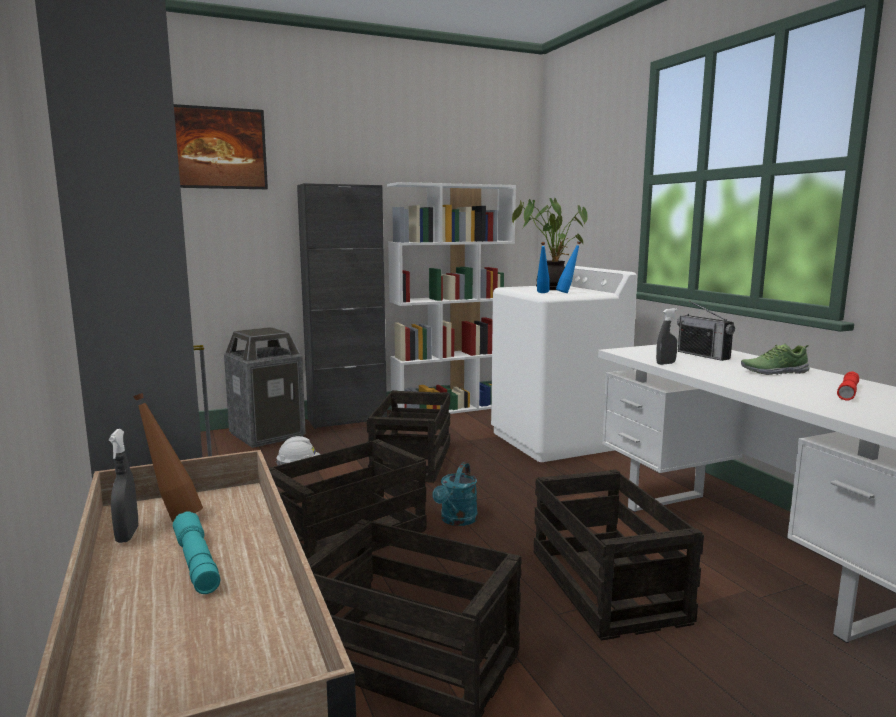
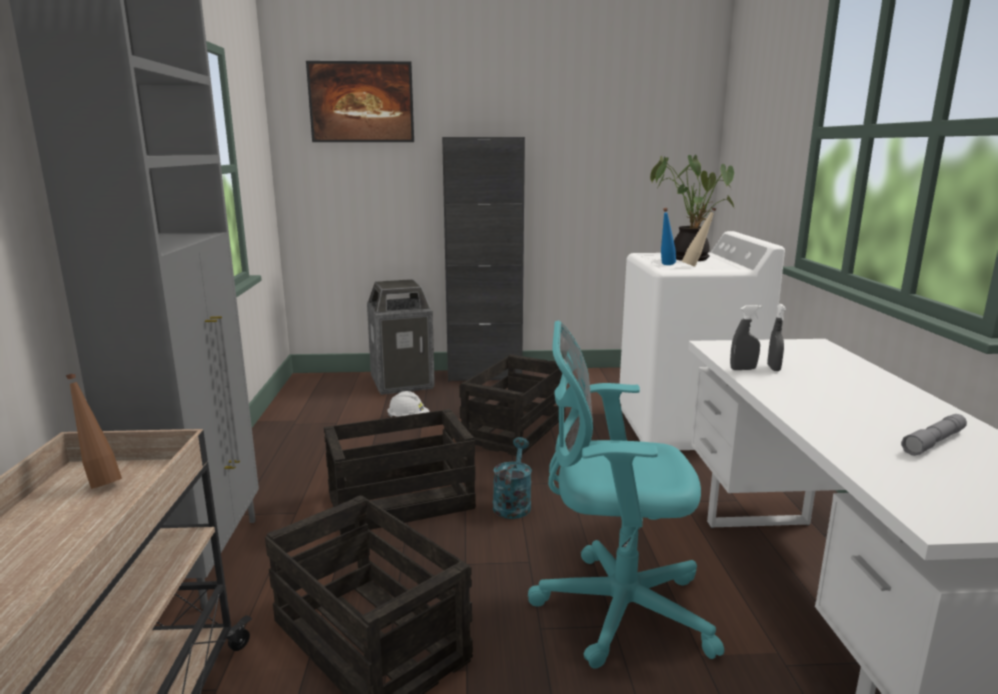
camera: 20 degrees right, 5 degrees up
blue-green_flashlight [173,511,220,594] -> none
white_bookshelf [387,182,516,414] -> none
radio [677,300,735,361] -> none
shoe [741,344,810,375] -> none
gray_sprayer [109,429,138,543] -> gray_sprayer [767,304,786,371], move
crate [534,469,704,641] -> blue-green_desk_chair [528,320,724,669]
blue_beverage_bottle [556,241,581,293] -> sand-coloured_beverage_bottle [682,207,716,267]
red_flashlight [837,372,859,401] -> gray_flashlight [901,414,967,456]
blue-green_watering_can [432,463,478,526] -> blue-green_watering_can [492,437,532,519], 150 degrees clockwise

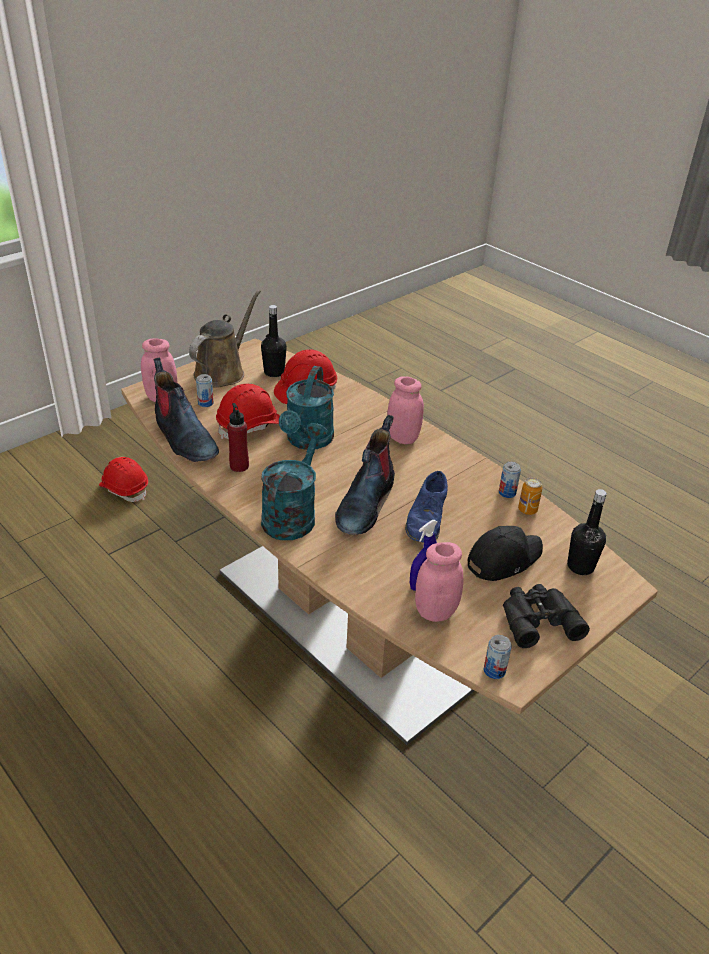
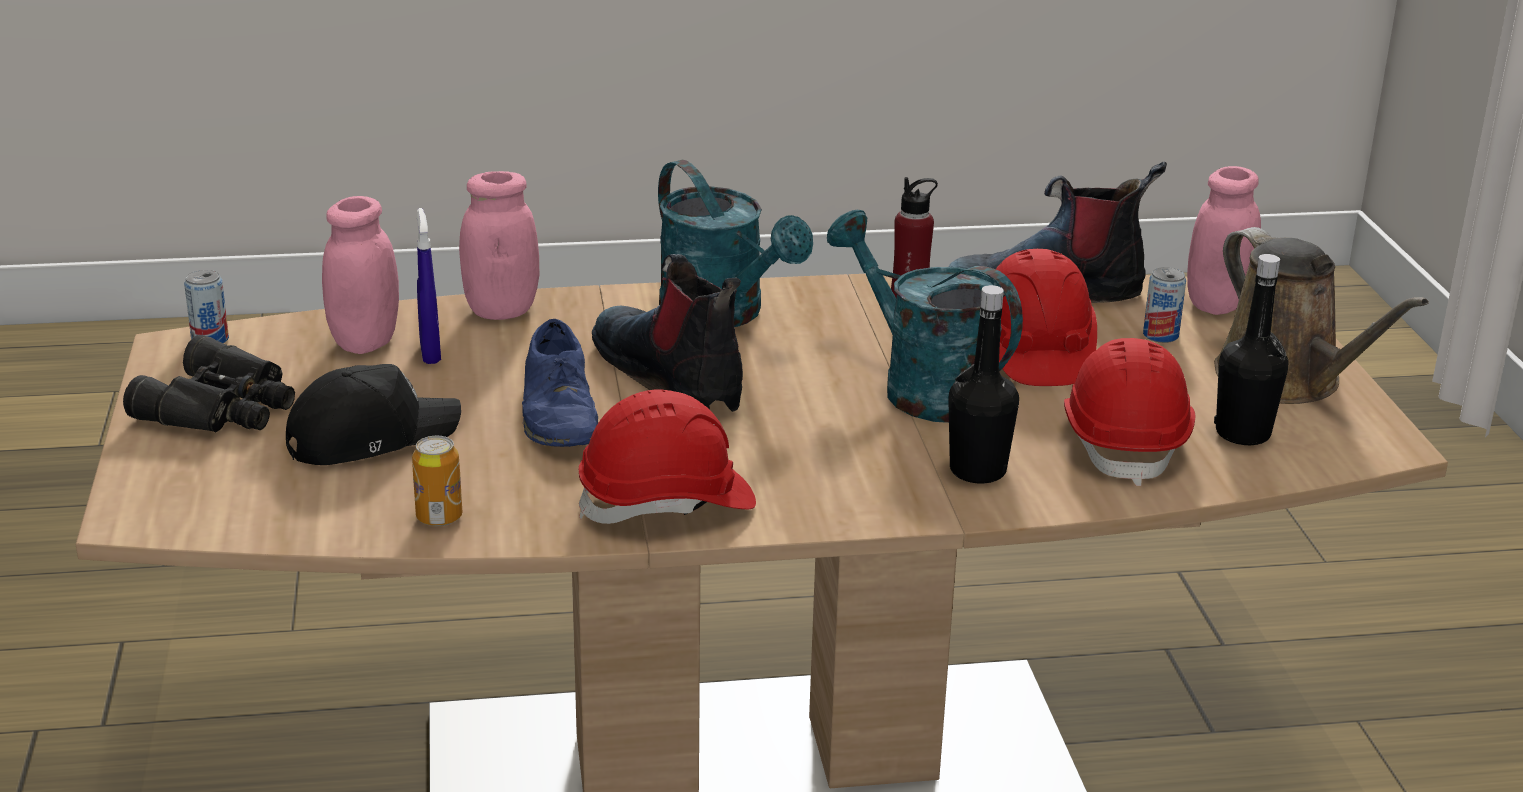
camera: 125 degrees right, 10 degrees down
sealed_can [499,462,521,498] -> none
red_hard_hat [99,457,148,502] -> red_hard_hat [579,390,756,524], move
pink-coloured_jar [387,376,424,444] -> pink-coloured_jar [459,171,539,320], move
black-coloured_beverage_bottle [567,489,607,575] -> black-coloured_beverage_bottle [948,285,1019,483], move
blue_shoe [405,471,448,543] -> blue_shoe [522,319,598,447], 150 degrees counterclockwise
black-coloured_peaked_cap [468,526,543,581] -> black-coloured_peaked_cap [286,364,461,465], 120 degrees counterclockwise

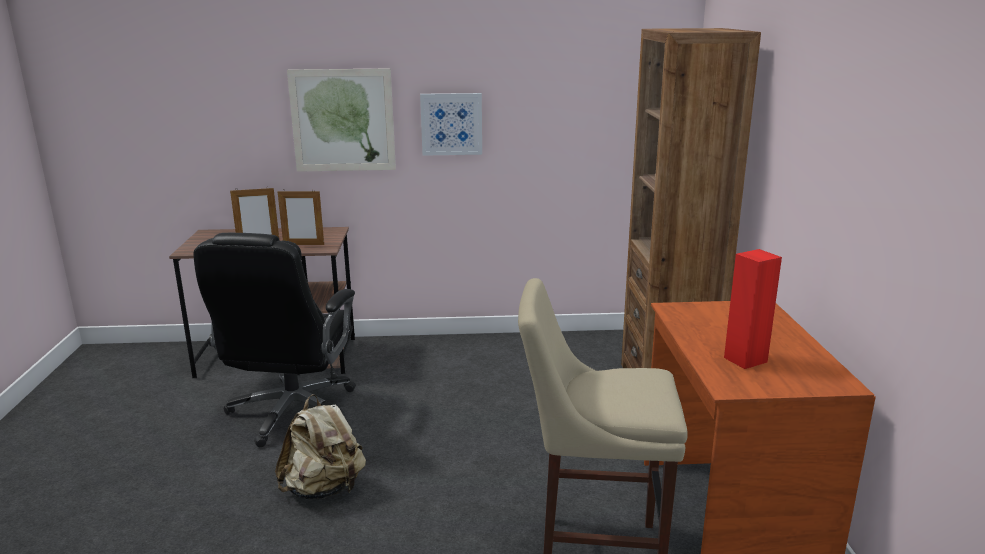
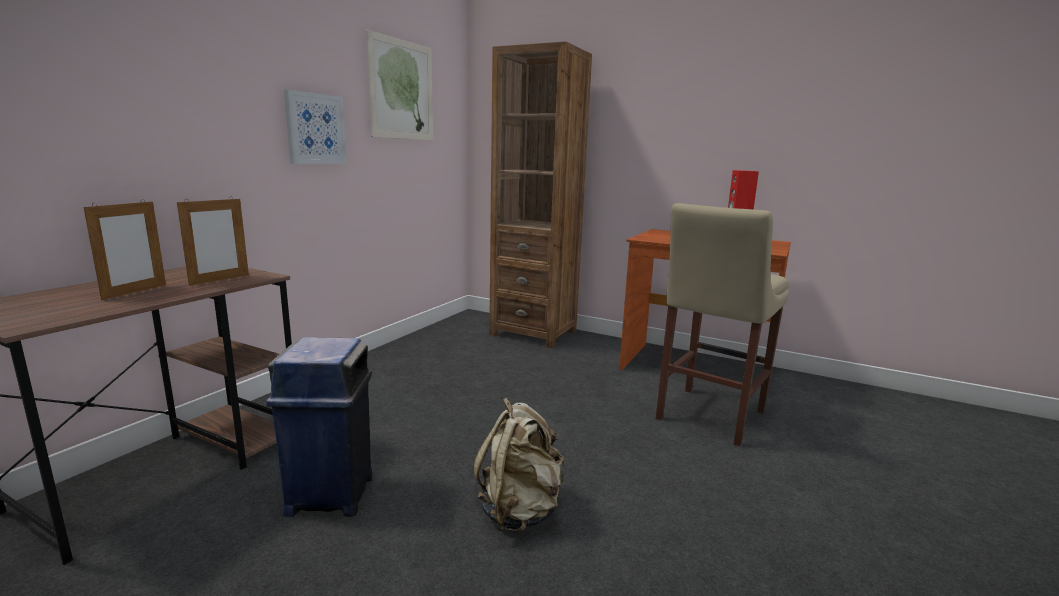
camera: 60 degrees left, 5 degrees down
picture [287,69,396,172] -> picture [366,30,433,140], move
black-coloured_desk_chair [193,233,356,447] -> blue_waste_bin [266,337,372,517]

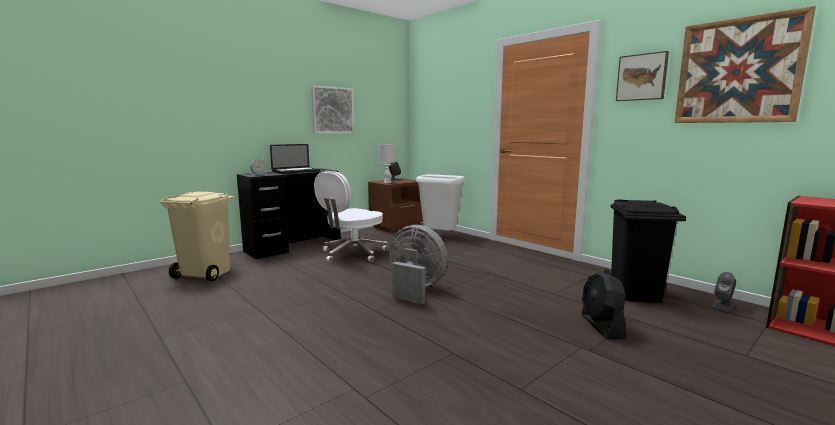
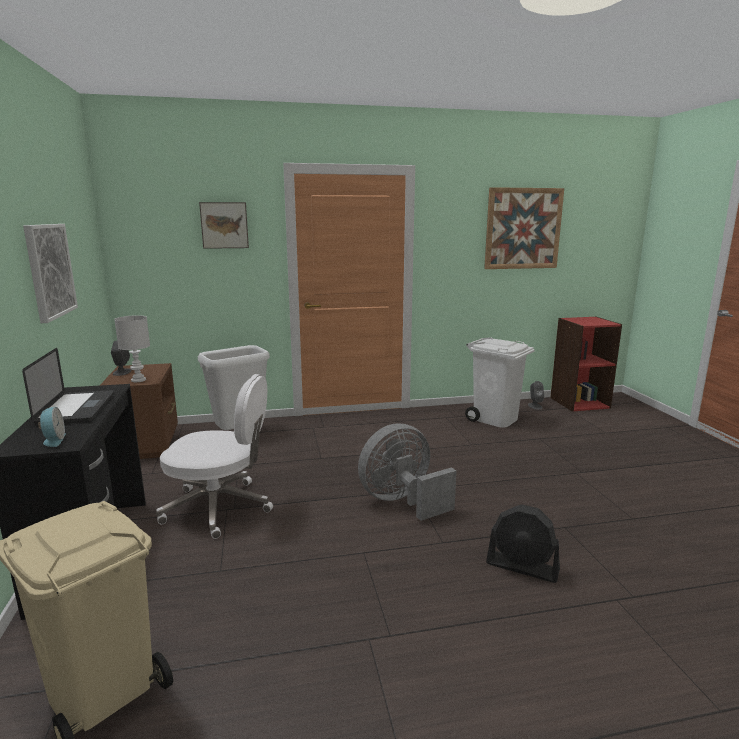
camera: 60 degrees left, 5 degrees up
black-coloured_cooling_fan [581,271,626,339] -> black-coloured_cooling_fan [486,505,560,583], move
picture [616,51,669,101] -> picture [199,202,249,249], move
black-coloured_waste_bin [604,200,686,303] -> white_waste_bin [465,337,535,428]
white_desk_chair [314,171,388,262] -> white_desk_chair [156,374,273,539], 60 degrees counterclockwise

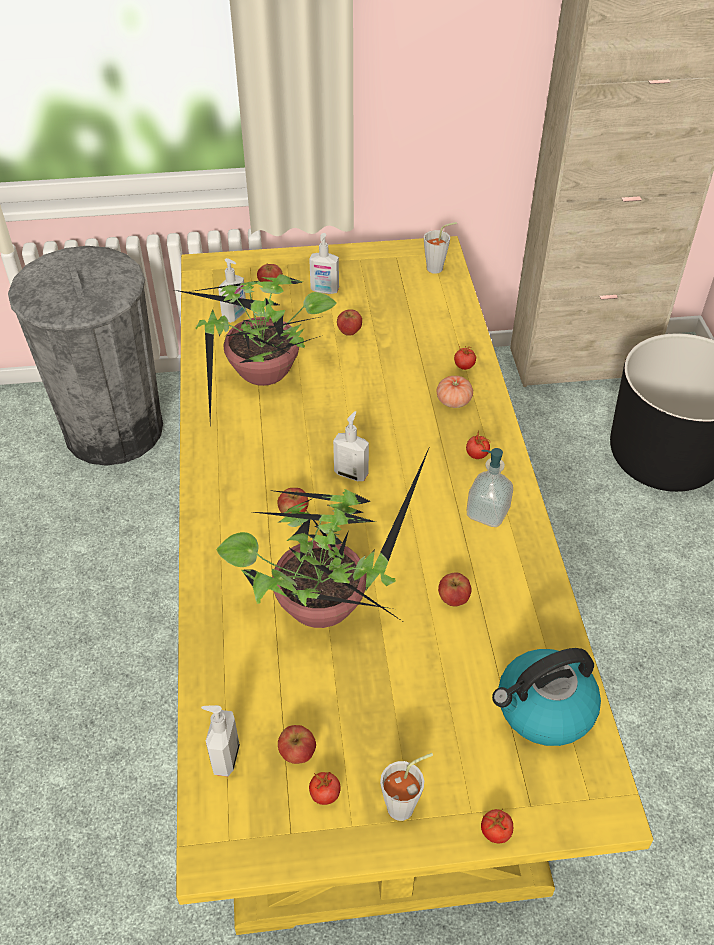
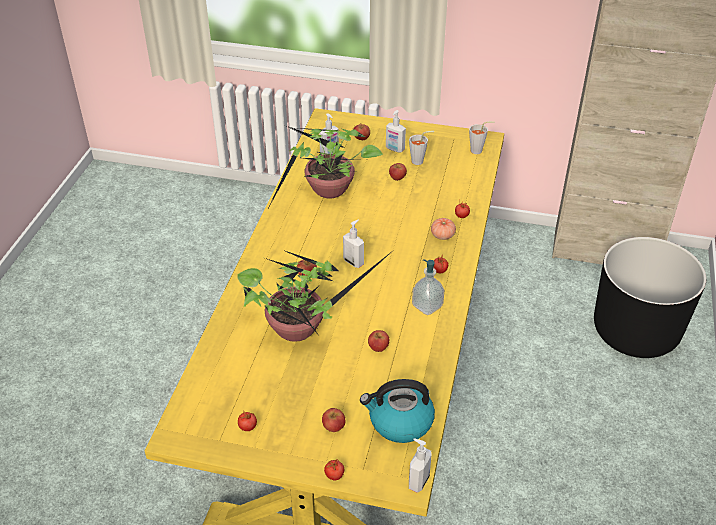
camera: 20 degrees right, 5 degrees down
gray_waste_bin [8,246,163,466] -> none
soap_bottle [201,705,240,777] -> soap_bottle [409,439,431,493], move
apple_fruit [278,725,316,764] -> apple_fruit [322,408,345,432], move
gray_drinking_cup [380,753,433,821] -> gray_drinking_cup [409,131,434,165], move

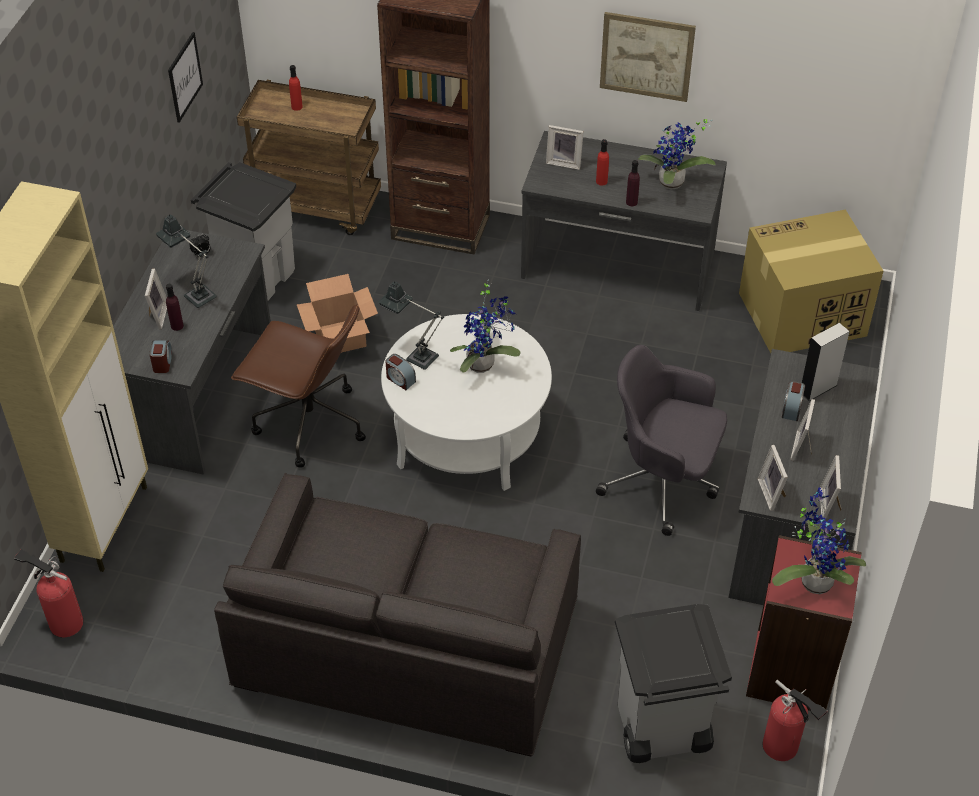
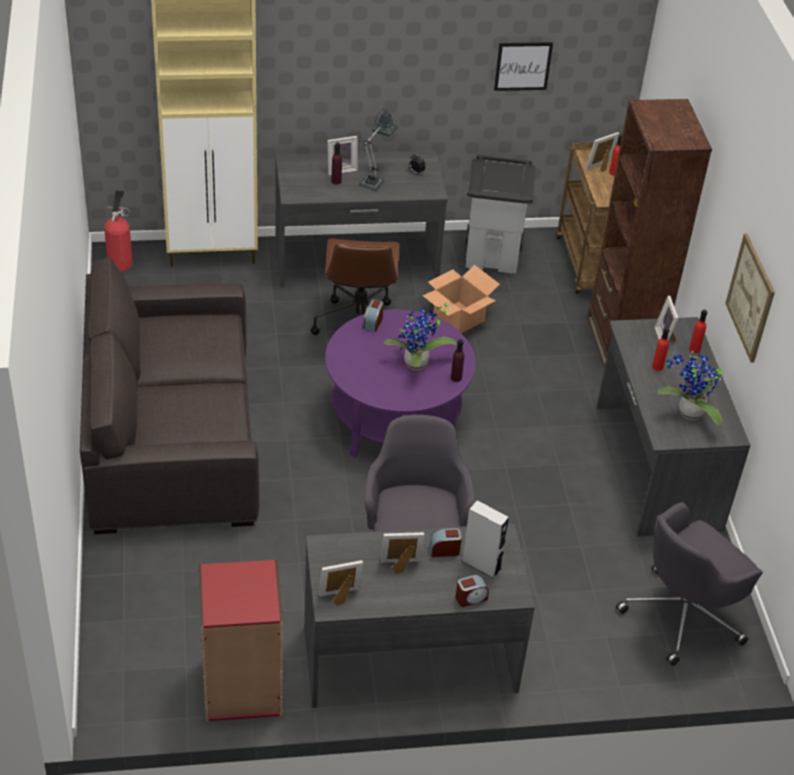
camera: 65 degrees right, 5 degrees down
table_lamp [378,281,444,370] -> none
gray_waste_bin [615,604,732,763] -> none
extinguisher [763,680,827,761] -> none
potted_plant [772,487,866,594] -> none
none -> red_beverage_bottle [689,310,707,353]
table_clock [149,340,172,373] -> table_clock [456,575,489,607], move
purplish_beverage_bottle [626,160,640,206] -> purplish_beverage_bottle [451,339,464,382], move
standing_frame [758,445,788,511] -> standing_frame [586,132,619,172], move
carton [739,209,883,353] -> gray_desk_chair [616,502,763,666]
white_coffee_table [381,314,552,491] -> purplish_coffee_table [325,309,475,457]

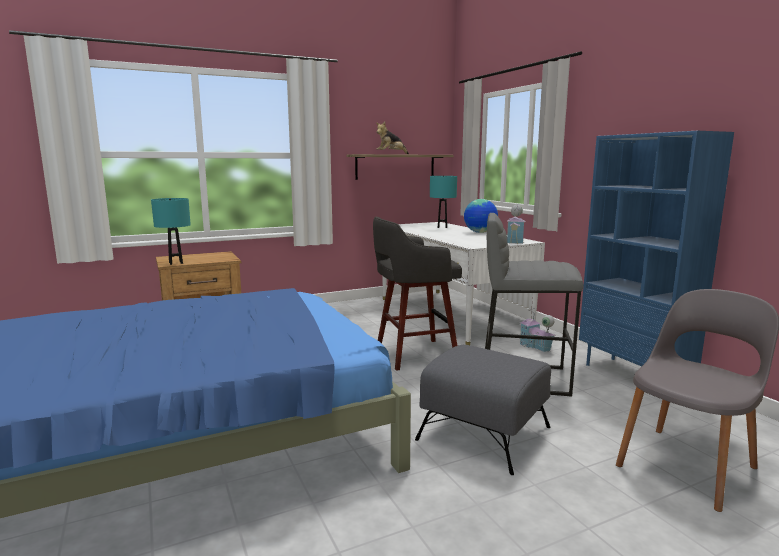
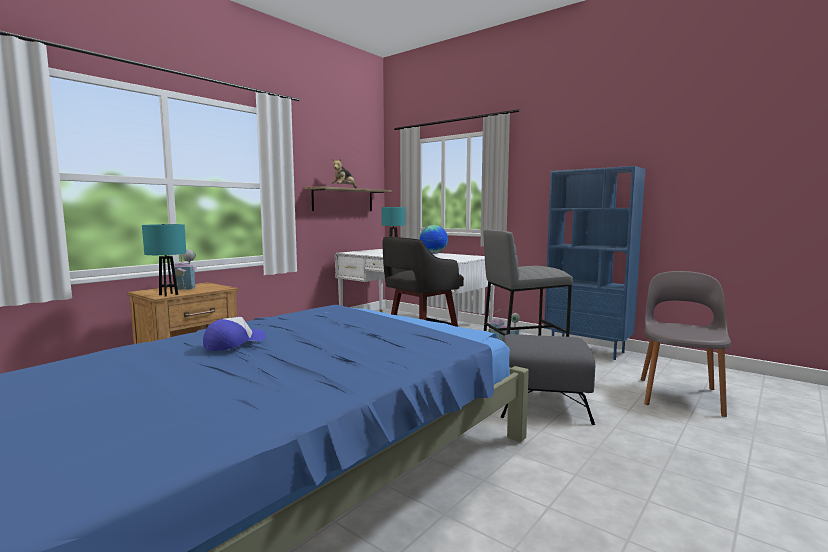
camera: 25 degrees left, 5 degrees down
none -> peaked_cap [203,317,266,351]
toy_house [507,205,525,244] -> toy_house [174,249,196,290], move

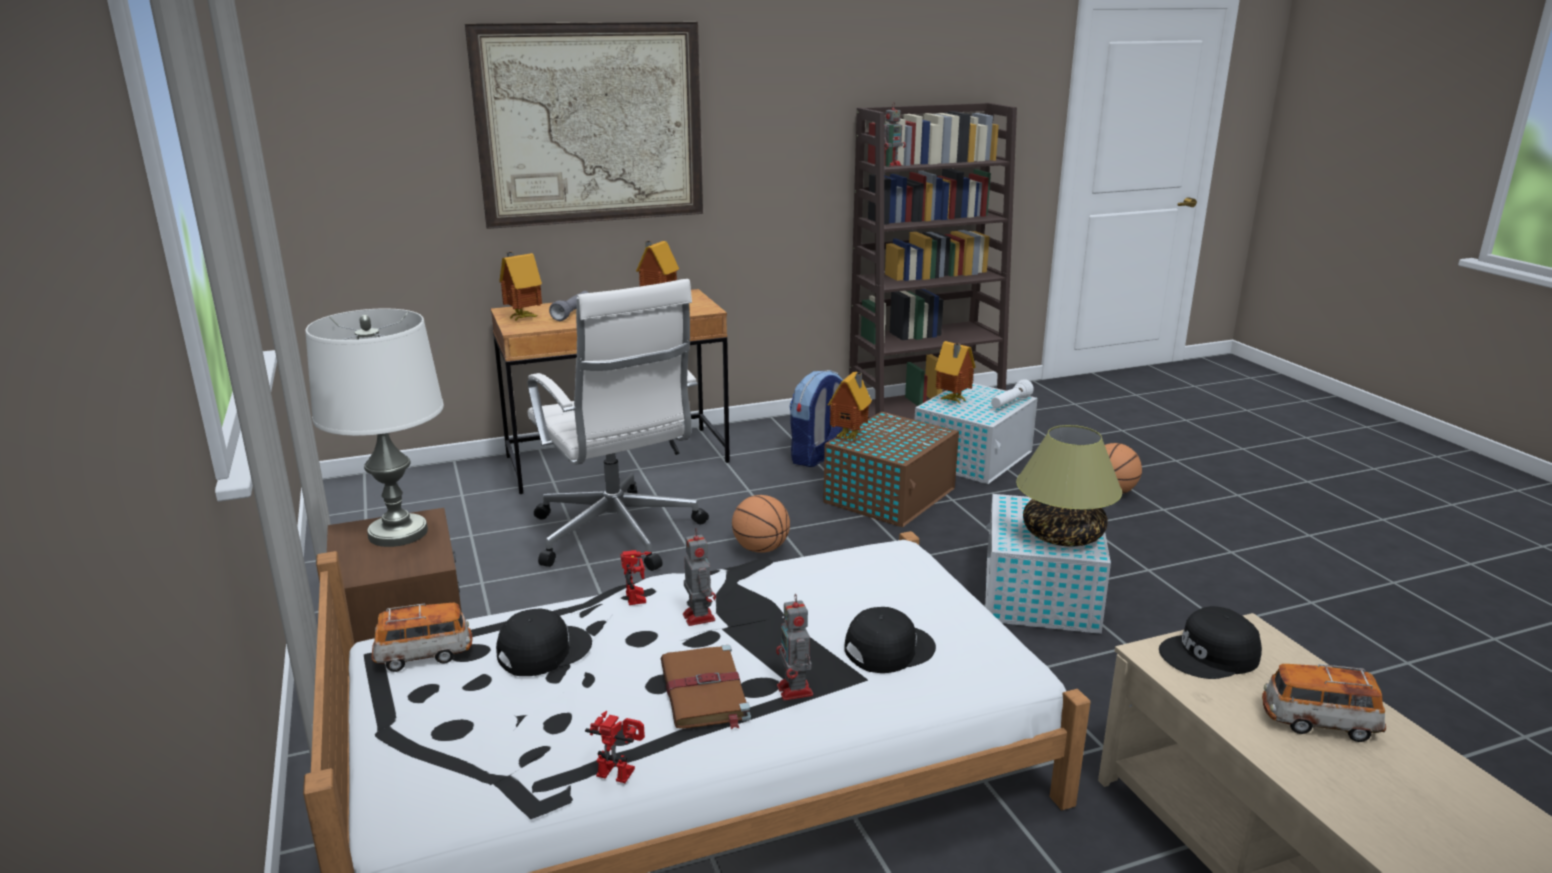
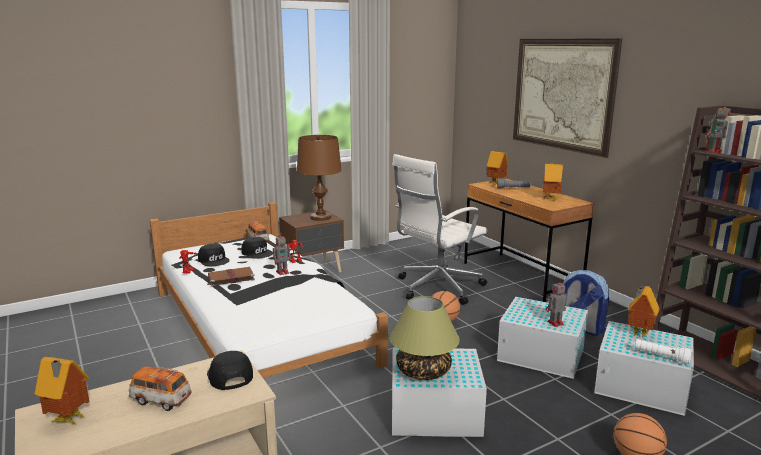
camera: 80 degrees right, 5 degrees down
toy_robot [776,593,813,701] -> toy_robot [546,279,567,327], move
toy_house [828,372,872,440] -> toy_house [35,356,89,424], move
black-coloured_peaked_cap [844,607,936,673] -> black-coloured_peaked_cap [198,243,230,266], move
white_table_lamp [305,309,444,547] -> brown-coloured_table_lamp [297,135,342,221]
brown-coloured_storage_bin [823,412,959,527] -> white_storage_bin [497,297,588,379]
toy_car [1262,664,1386,742] -> toy_car [129,367,192,411], 75 degrees counterclockwise

